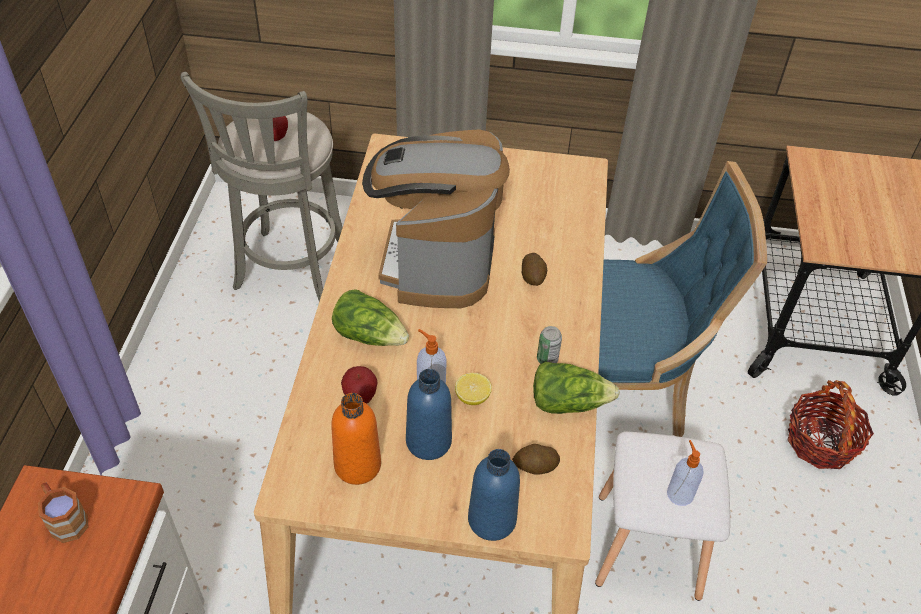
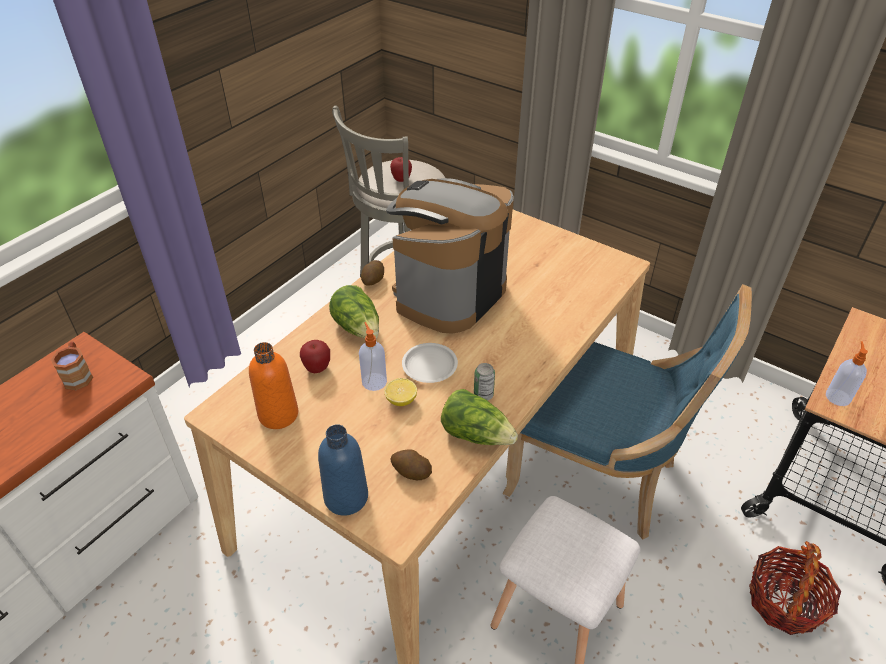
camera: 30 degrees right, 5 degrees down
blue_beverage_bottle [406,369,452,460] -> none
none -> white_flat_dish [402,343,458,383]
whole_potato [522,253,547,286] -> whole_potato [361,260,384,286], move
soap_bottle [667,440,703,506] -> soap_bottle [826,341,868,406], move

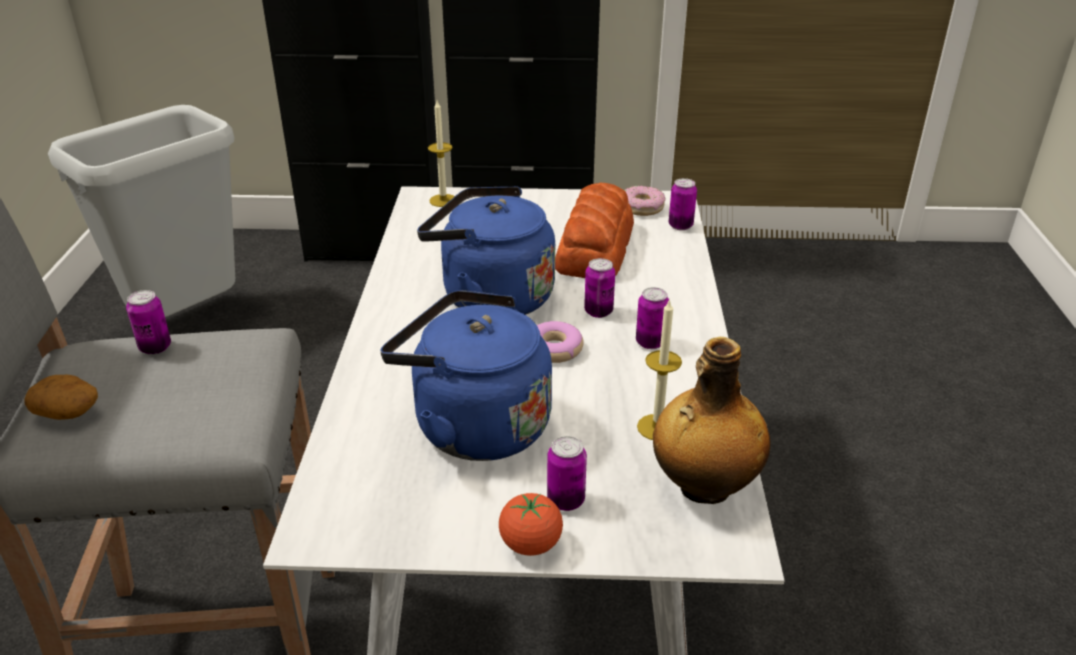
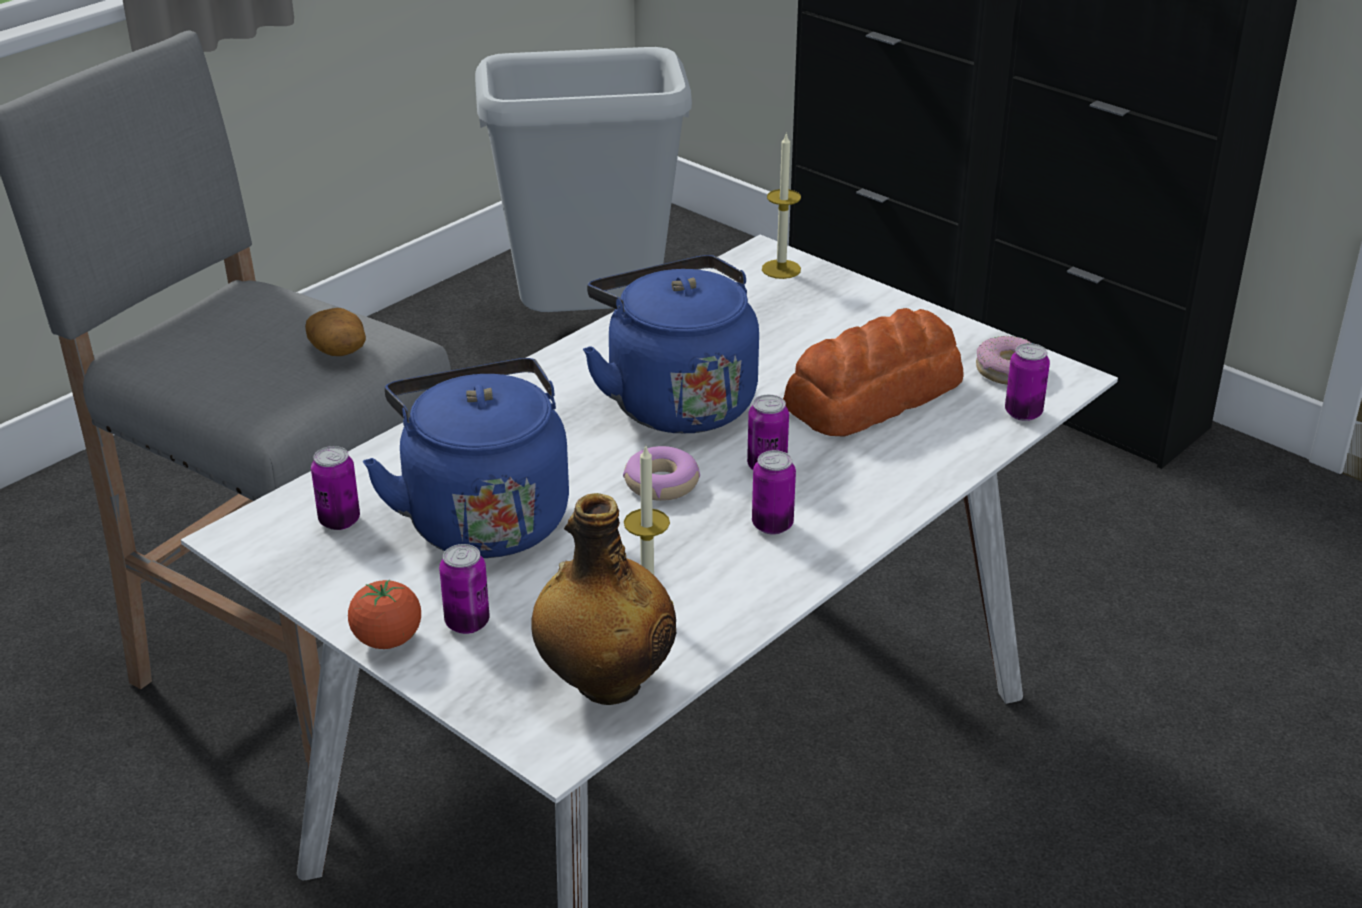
camera: 40 degrees right, 0 degrees up
whole_potato [24,375,98,420] -> whole_potato [305,308,366,356], move
sealed_can [126,290,171,355] -> sealed_can [311,446,360,530], move

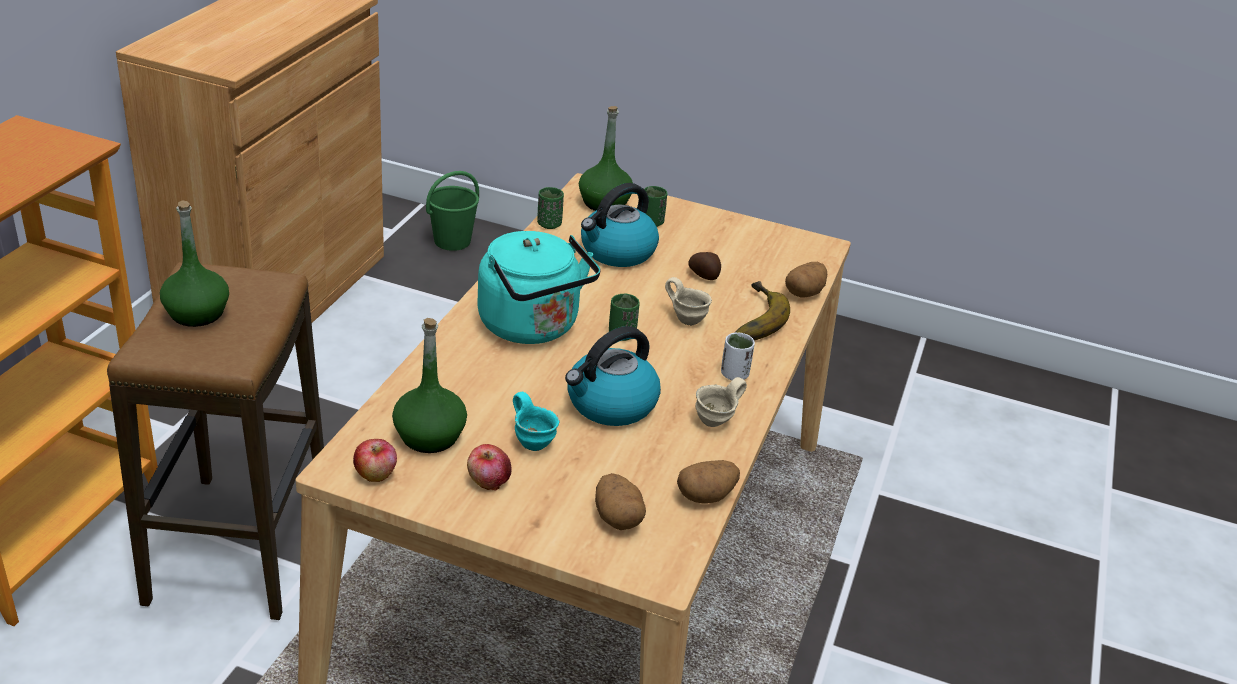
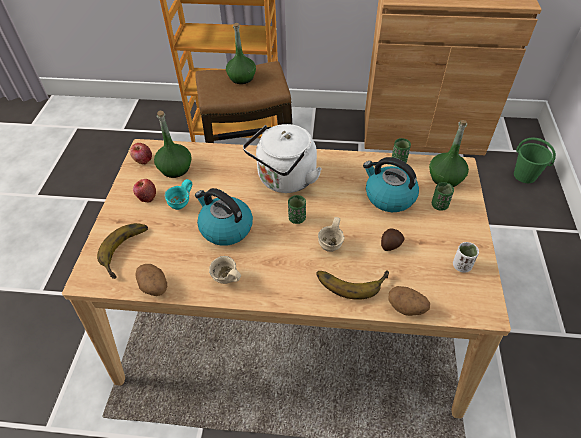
camera: 80 degrees right, 15 degrees up
white_drinking_cup [721,332,755,380] -> white_drinking_cup [453,242,479,273], move
whole_potato [595,473,646,530] -> whole_banana [97,223,148,279]
blue-green_tea_kettle [477,231,600,344] -> white_tea_kettle [243,124,322,193]

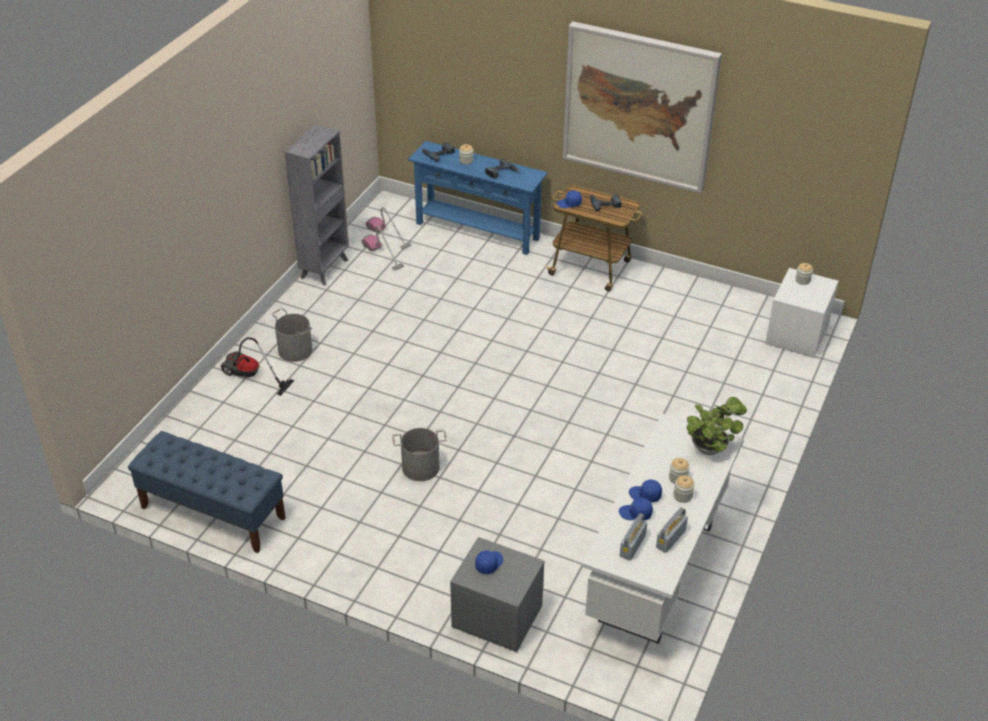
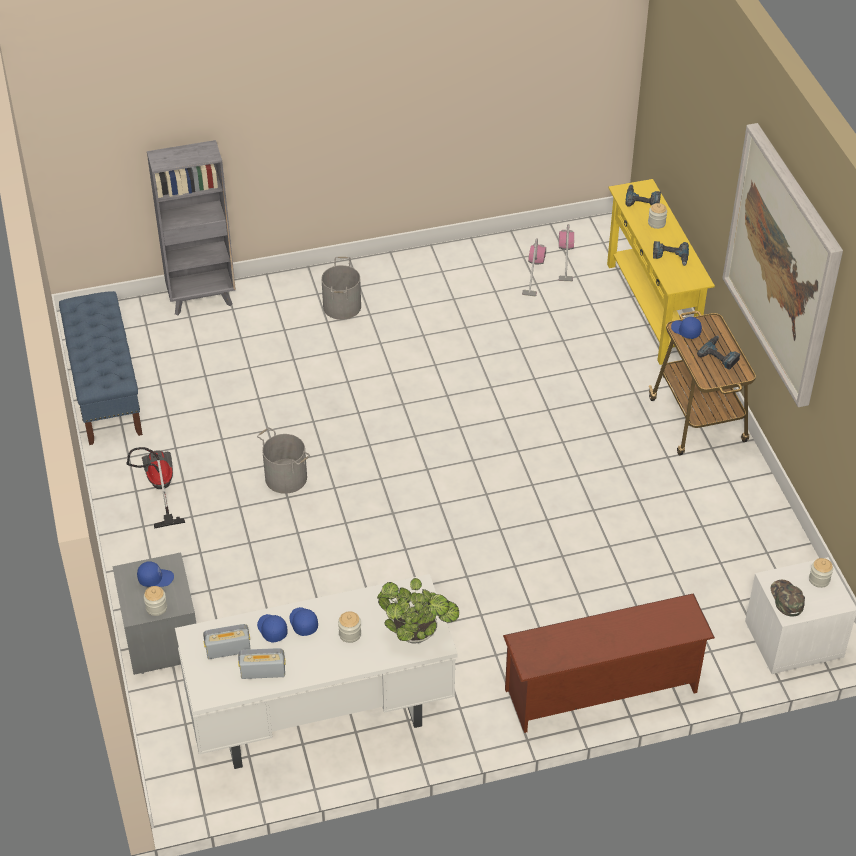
camera: 50 degrees right, 5 degrees up
none -> brown-coloured_shoe_rack [503,593,715,733]
none -> green-coloured_peaked_cap [770,580,805,617]
vacuum [220,337,294,396] -> vacuum [126,447,185,529], move
gray_bookshelf [285,124,349,286] -> gray_bookshelf [147,140,236,315], move
jar [673,475,695,503] -> jar [144,586,167,616], move
blue_console_table [408,141,548,255] -> yellow_console_table [607,179,715,365]

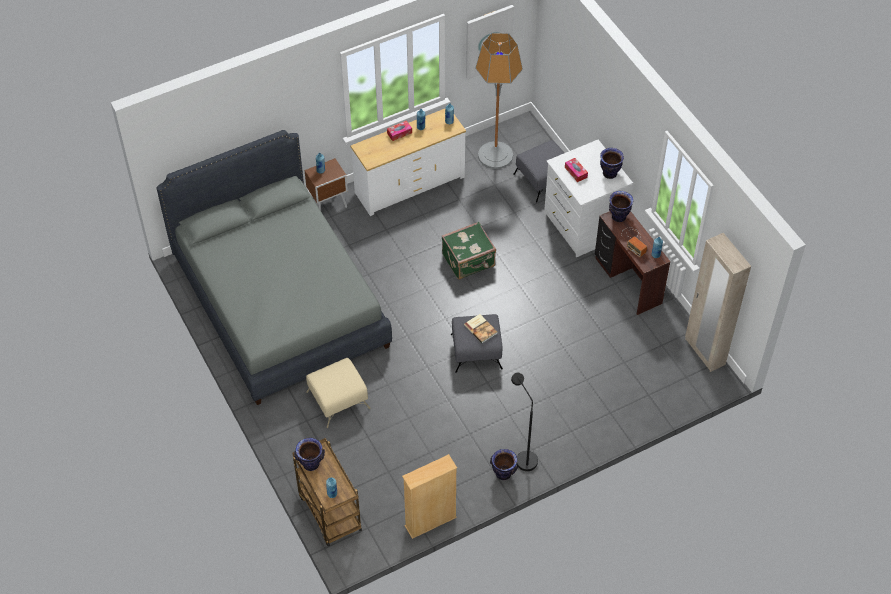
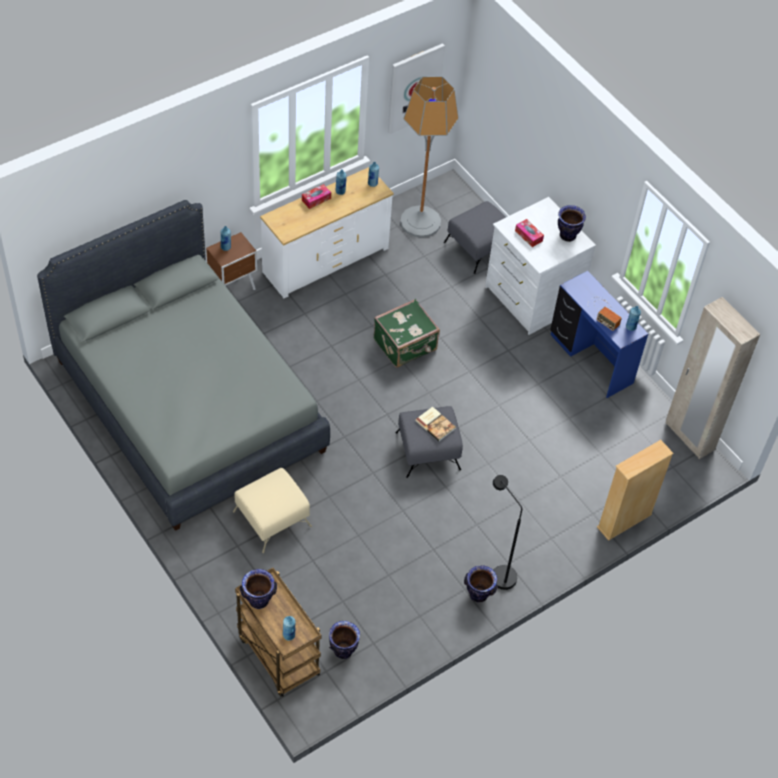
camera: 10 degrees left, 0 degrees up
sand-coloured_bookshelf [402,454,457,539] -> sand-coloured_bookshelf [597,440,674,541], move
decorative_vase [609,191,633,222] -> decorative_vase [329,621,360,659], move
brown-coloured_desk_unit [595,211,670,315] -> blue_desk_unit [550,271,648,398]

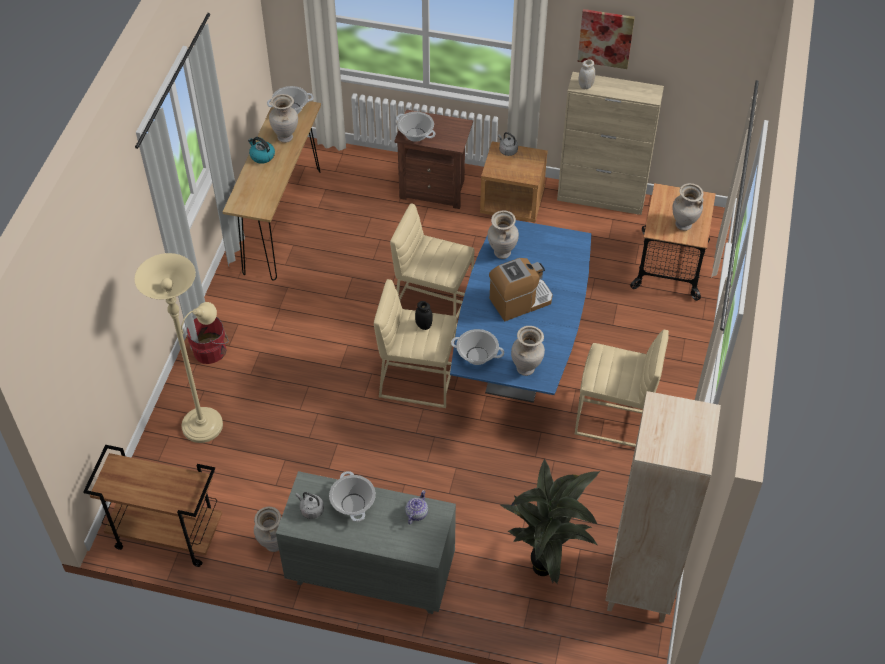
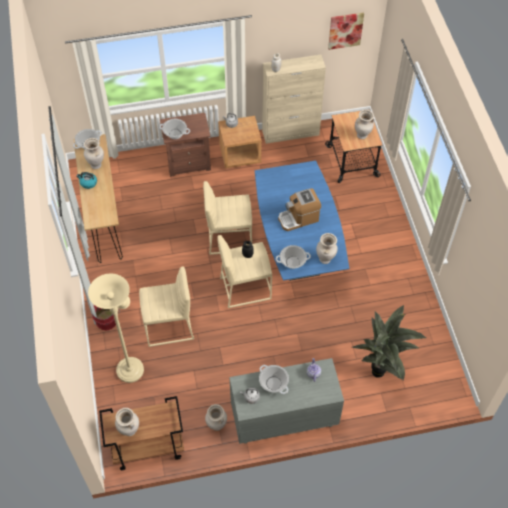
camera: 25 degrees left, 5 degrees up
sand-coloured_bookshelf [605,391,721,623] -> none
sand-coloured_decorative_vase [487,210,519,259] -> sand-coloured_decorative_vase [115,408,139,436], move
sand-coloured_sitting_stool [575,330,669,447] -> sand-coloured_sitting_stool [139,266,194,347], move
picture [578,9,635,69] -> picture [328,13,364,50], move
coffee_brewer [489,258,553,321] -> coffee_brewer [278,188,321,231], 150 degrees counterclockwise

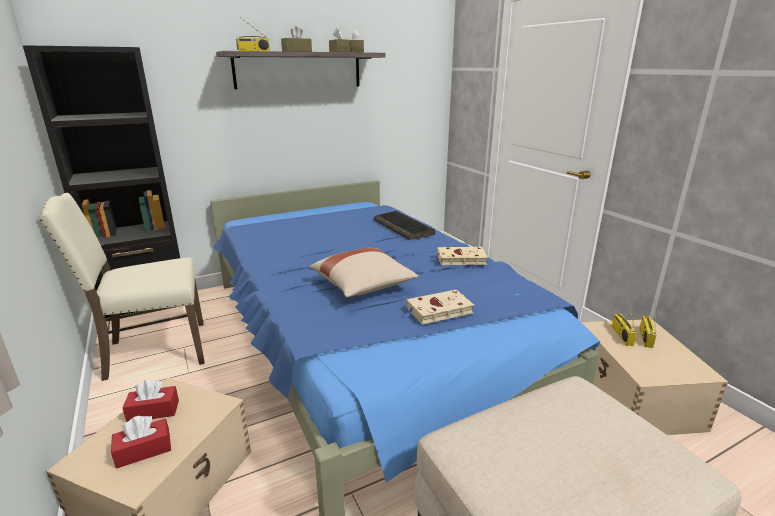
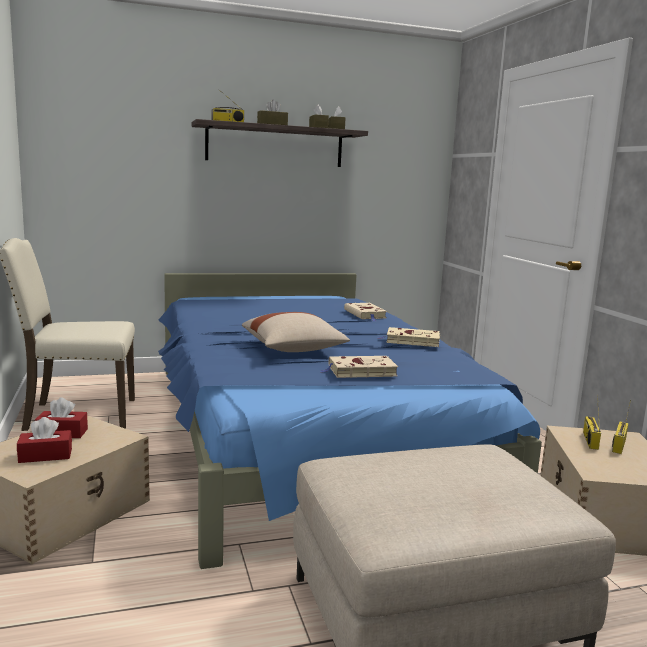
camera: 10 degrees right, 10 degrees down
black-coloured_bookshelf [23,45,188,334] -> none
keyboard [374,211,435,240] -> sand-coloured_volume [344,303,387,321]

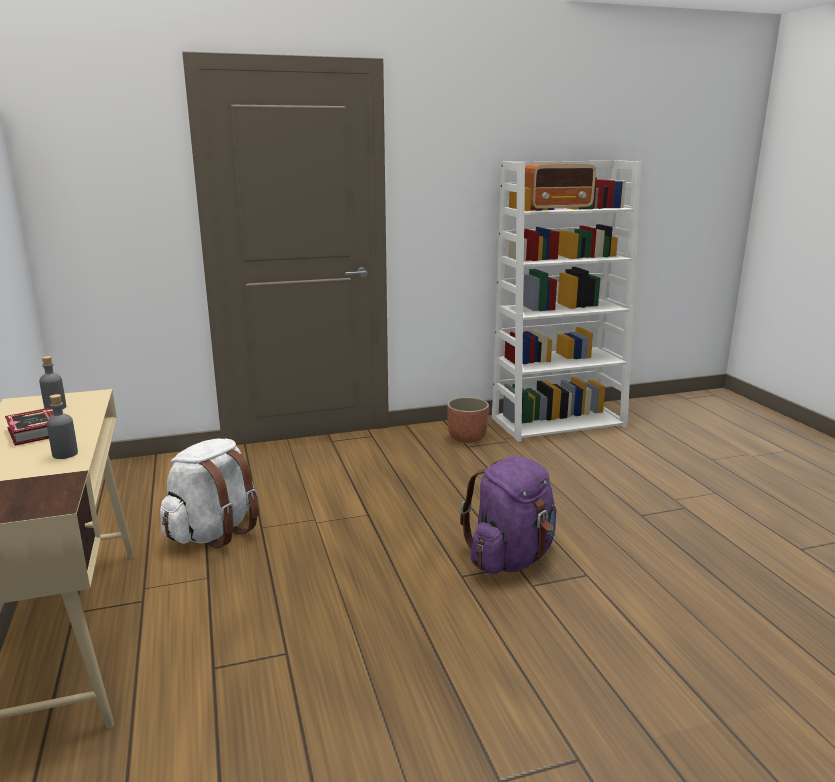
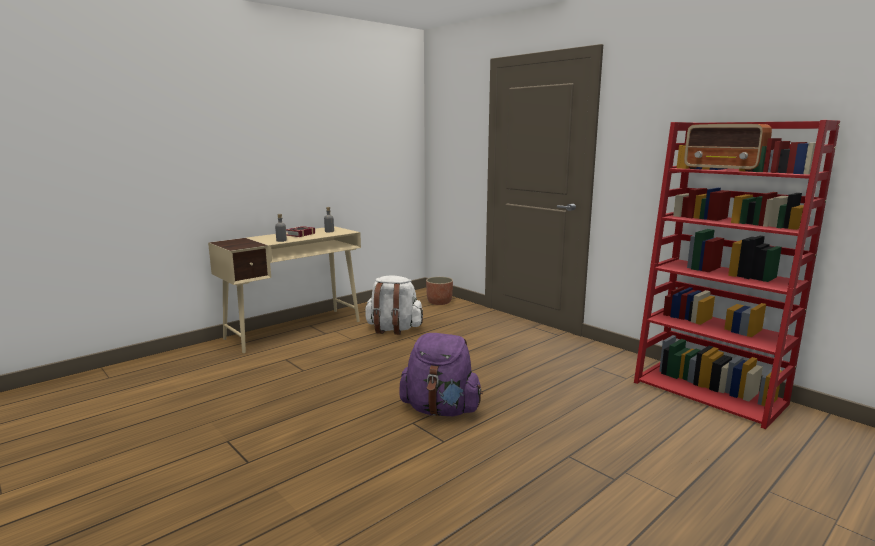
camera: 65 degrees right, 5 degrees down
flower_pot [447,397,489,443] -> flower_pot [426,277,453,305], move
white_bookshelf [492,160,641,442] -> red_bookshelf [634,120,840,429]

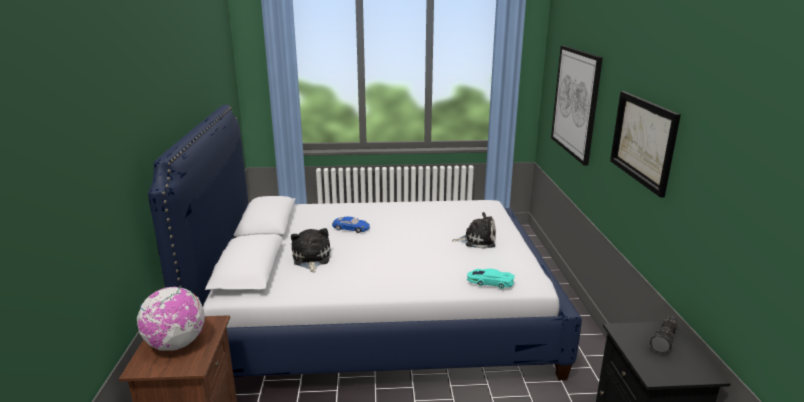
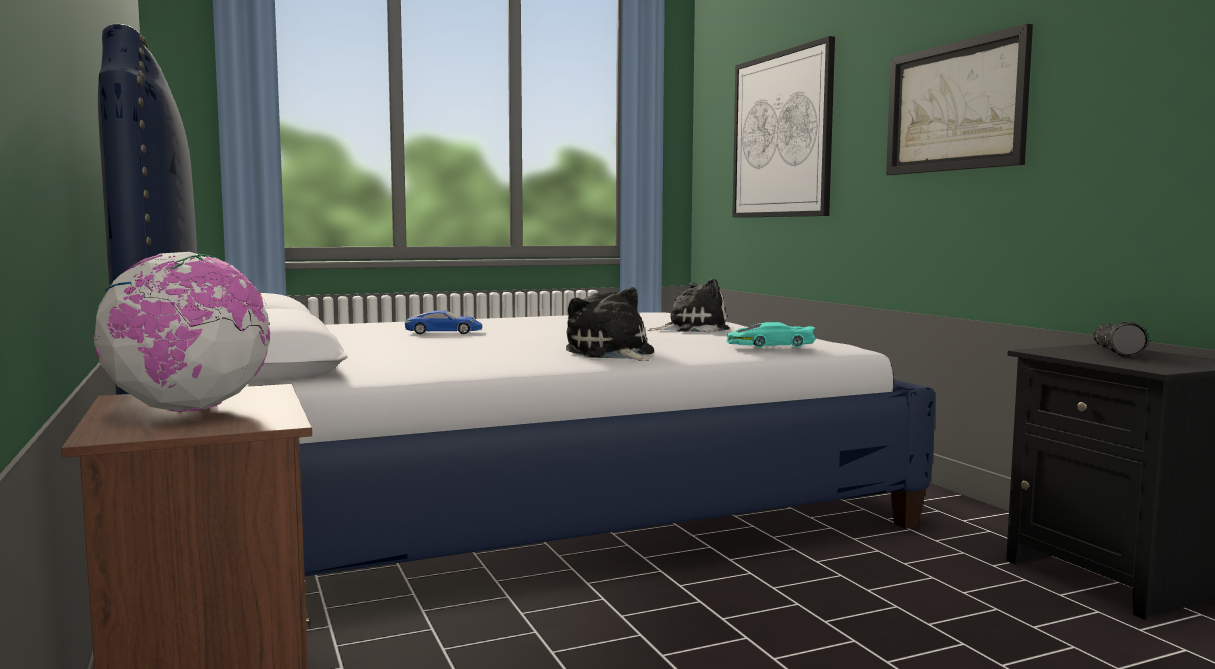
camera: 20 degrees left, 15 degrees down
cuddly_toy [291,228,330,273] -> cuddly_toy [566,287,654,361], move

